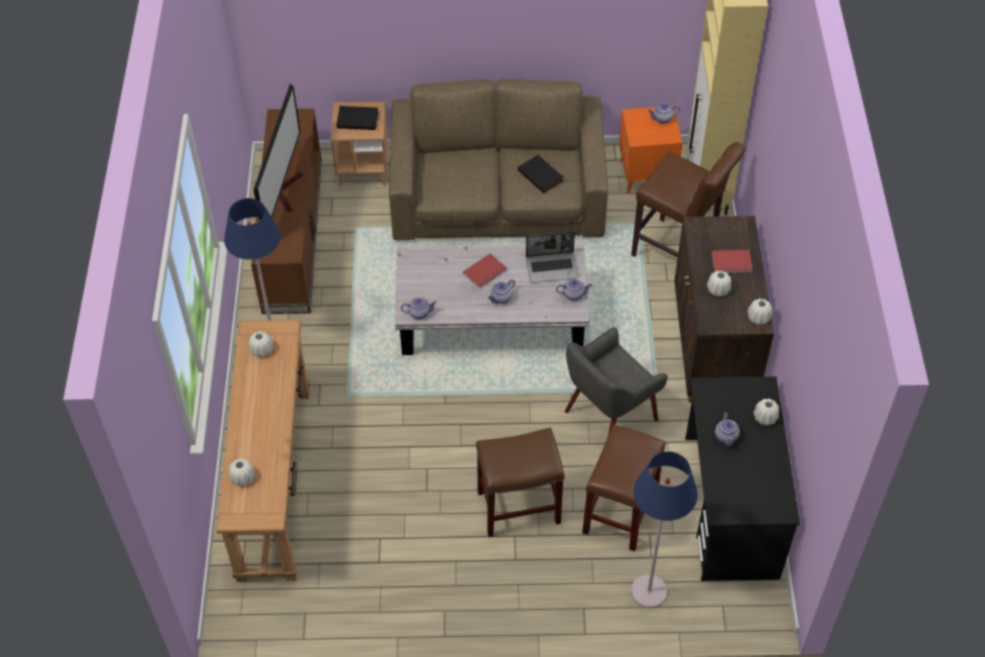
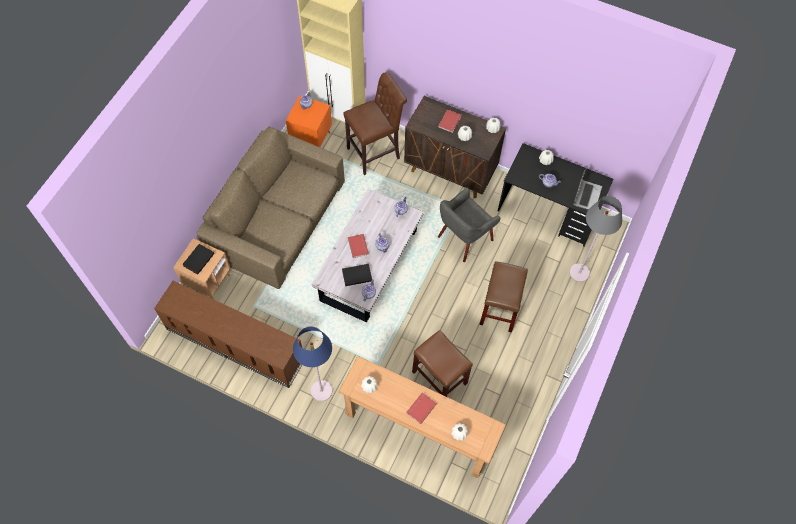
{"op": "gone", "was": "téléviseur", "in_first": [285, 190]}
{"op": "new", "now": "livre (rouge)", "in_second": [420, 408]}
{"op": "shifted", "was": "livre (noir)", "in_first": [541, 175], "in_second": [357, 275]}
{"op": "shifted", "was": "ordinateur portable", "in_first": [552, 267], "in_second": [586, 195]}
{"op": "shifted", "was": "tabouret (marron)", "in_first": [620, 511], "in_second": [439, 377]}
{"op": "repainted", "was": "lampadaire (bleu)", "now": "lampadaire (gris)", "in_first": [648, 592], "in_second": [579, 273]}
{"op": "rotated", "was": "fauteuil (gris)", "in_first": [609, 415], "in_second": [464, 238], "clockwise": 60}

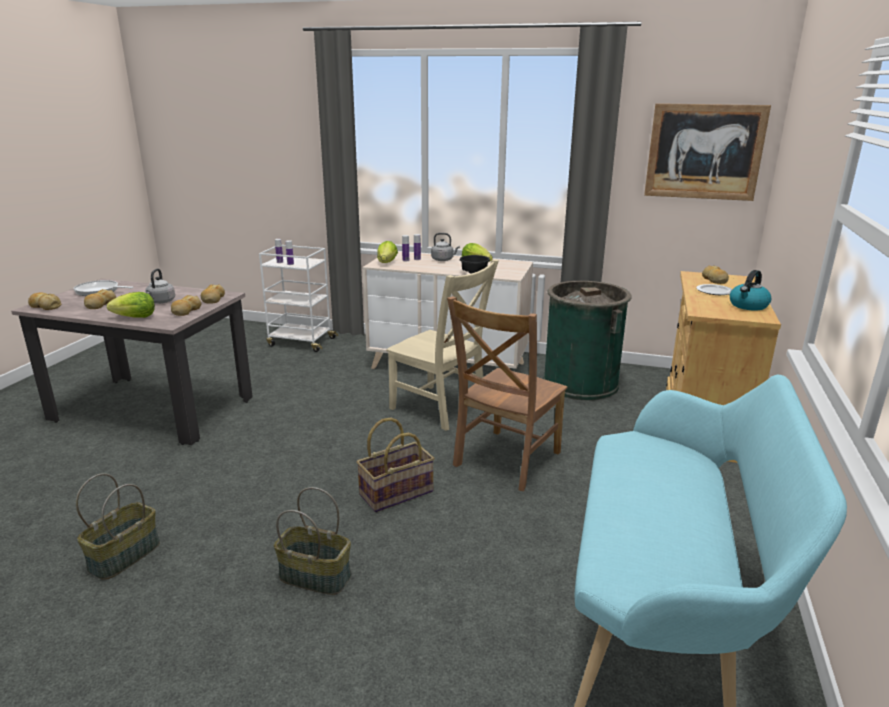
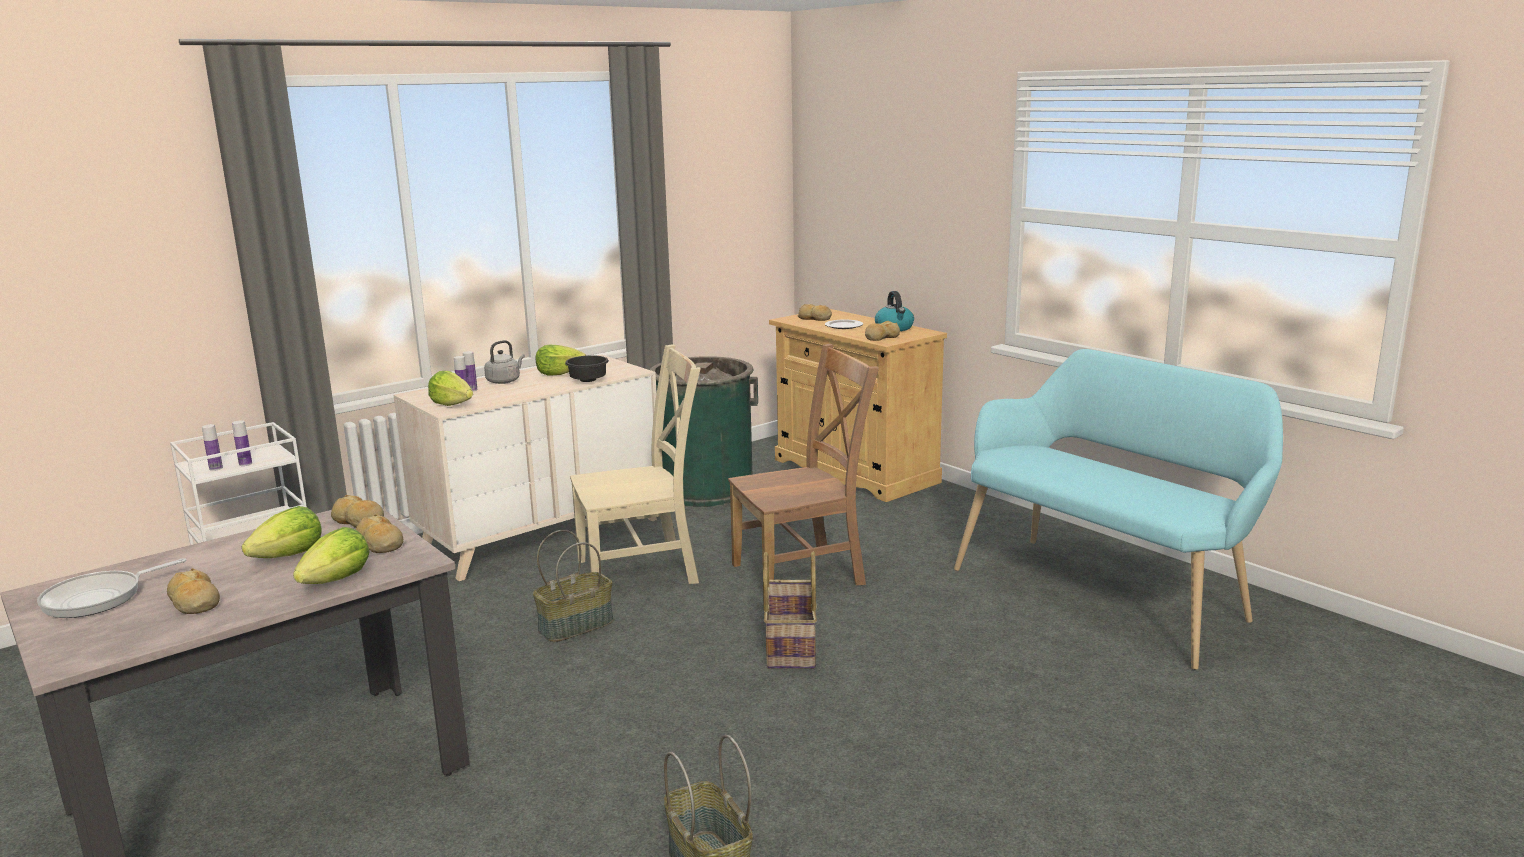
{"op": "gone", "was": "tableau", "in_first": [704, 152]}
{"op": "shifted", "was": "pain", "in_first": [45, 306], "in_second": [881, 337]}
{"op": "shifted", "was": "panier", "in_first": [316, 576], "in_second": [576, 625]}
{"op": "swapped", "was": "bouilloire (gris)", "now": "laitue", "in_first": [161, 302], "in_second": [289, 556]}
{"op": "rotated", "was": "chaise (marron)", "in_first": [505, 461], "in_second": [803, 573], "clockwise": -90}

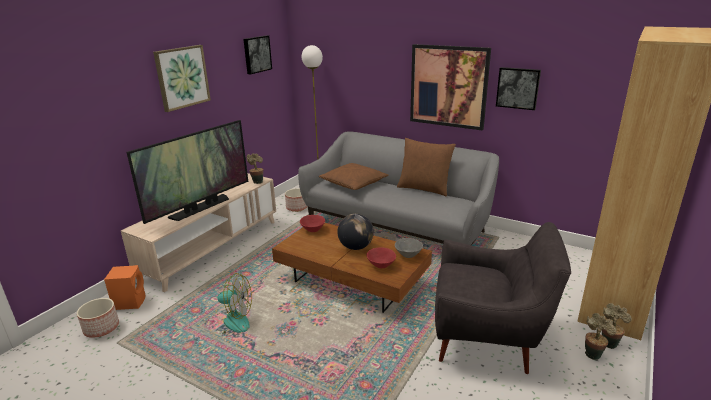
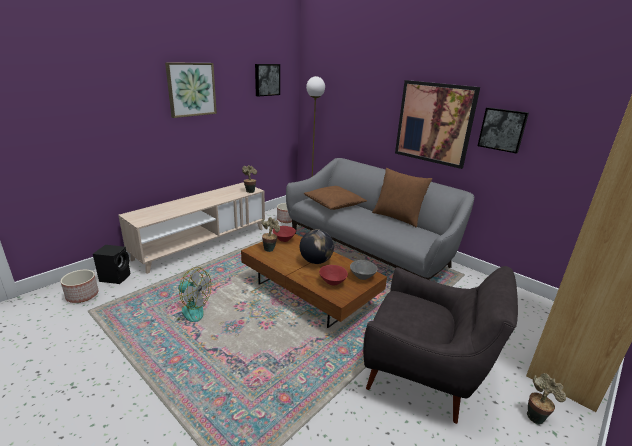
{"op": "gone", "was": "téléviseur", "in_first": [200, 208]}
{"op": "shifted", "was": "plante en pot", "in_first": [609, 342], "in_second": [270, 248]}
{"op": "repainted", "was": "enceinte (orange)", "now": "enceinte (noir)", "in_first": [130, 302], "in_second": [116, 277]}

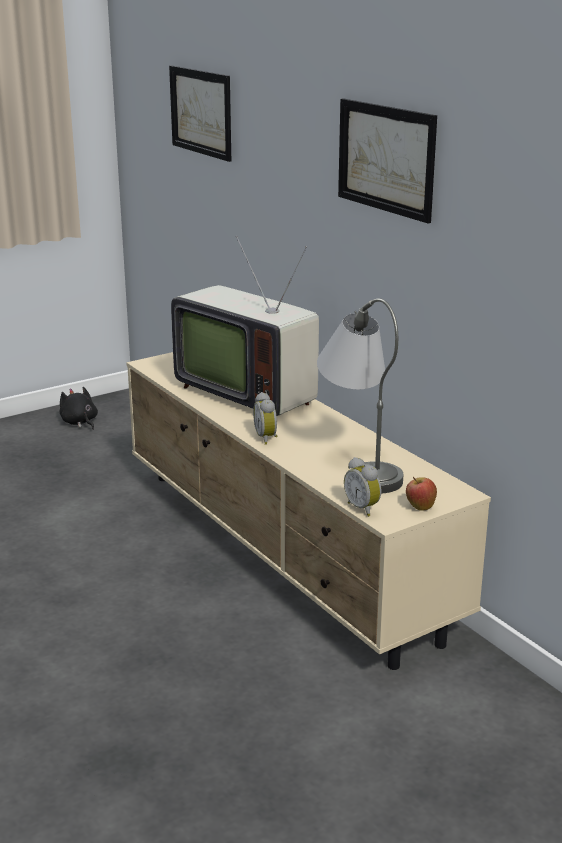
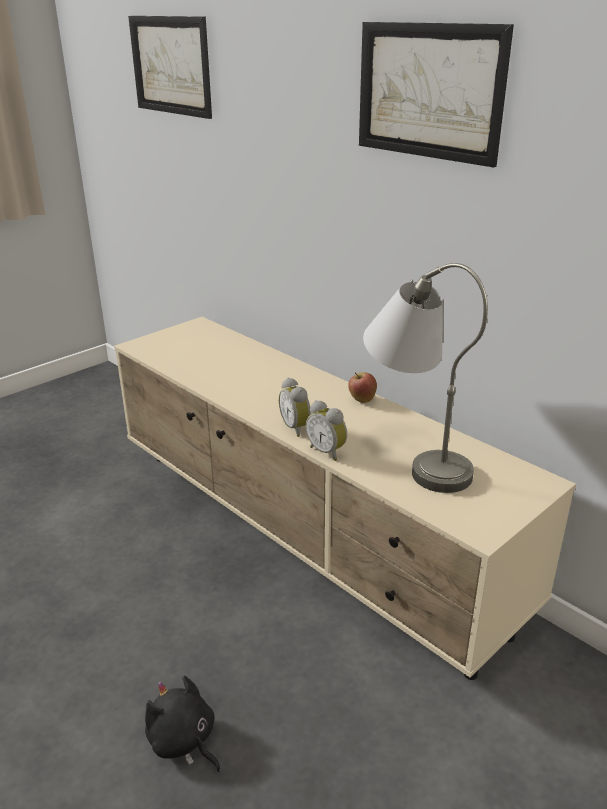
{"op": "gone", "was": "téléviseur", "in_first": [248, 393]}
{"op": "shifted", "was": "peluche (noir)", "in_first": [79, 422], "in_second": [184, 741]}
{"op": "shifted", "was": "réveil", "in_first": [363, 508], "in_second": [327, 451]}
{"op": "shifted", "was": "pomme", "in_first": [420, 507], "in_second": [362, 400]}

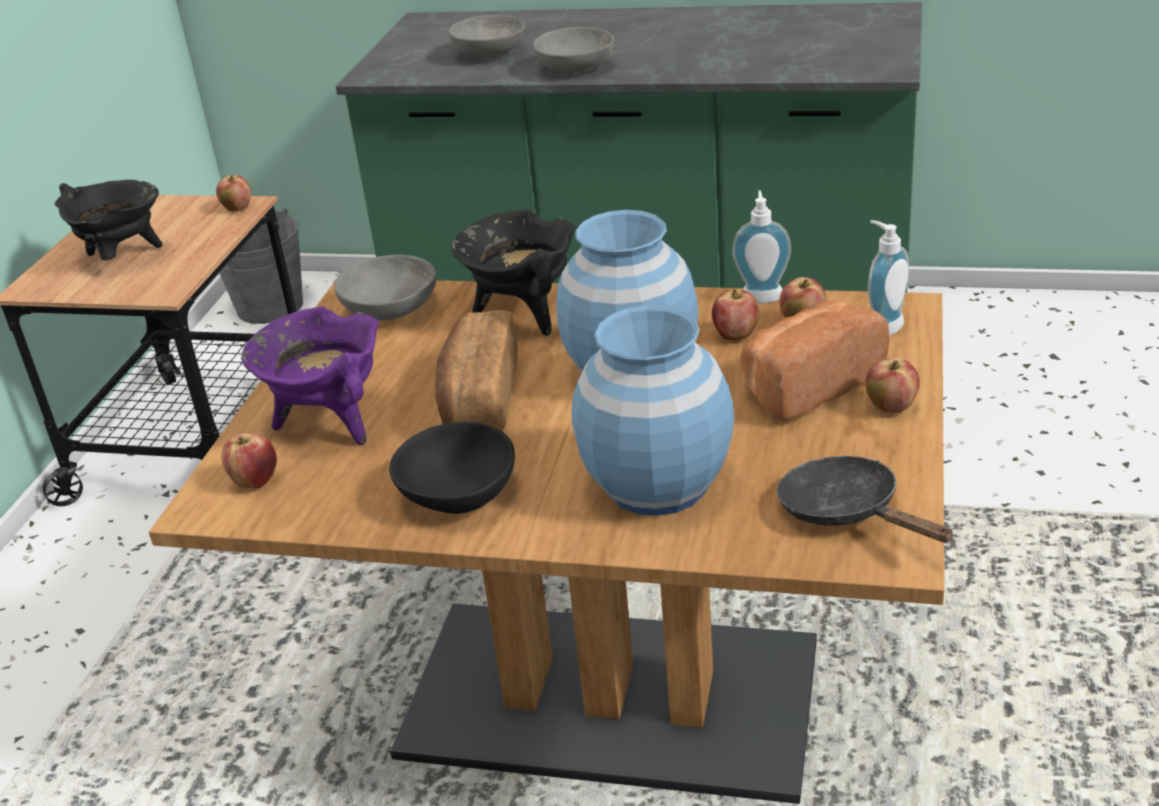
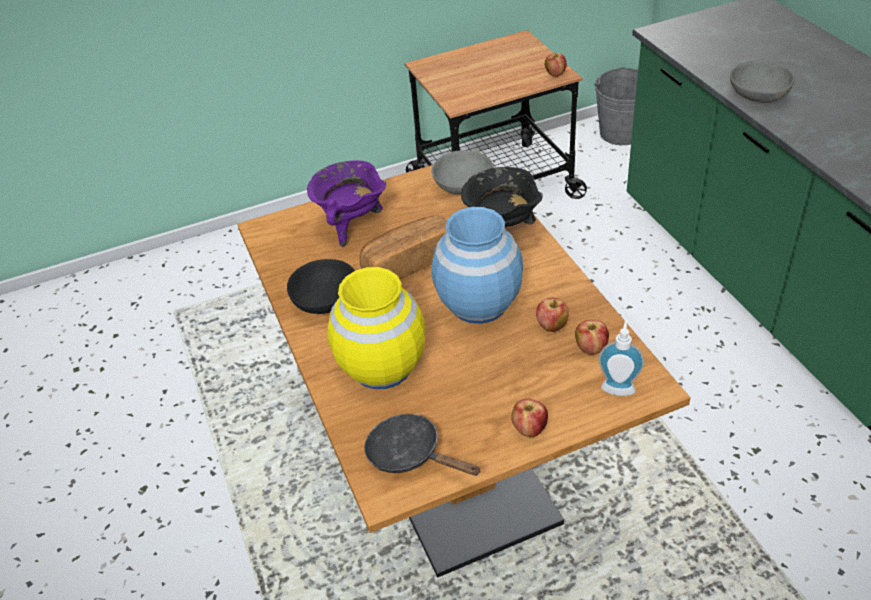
{"op": "gone", "was": "marmite (noir)", "in_first": [123, 259]}
{"op": "gone", "was": "pomme", "in_first": [255, 481]}
{"op": "gone", "was": "bol (gris)", "in_first": [491, 54]}
{"op": "gone", "was": "distributeur de savon", "in_first": [762, 295]}
{"op": "gone", "was": "pain", "in_first": [807, 385]}
{"op": "repainted", "was": "vase (bleu)", "now": "vase (jaune)", "in_first": [656, 484], "in_second": [382, 366]}
{"op": "rotated", "was": "poêle (noir)", "in_first": [847, 512], "in_second": [410, 454], "clockwise": -75}

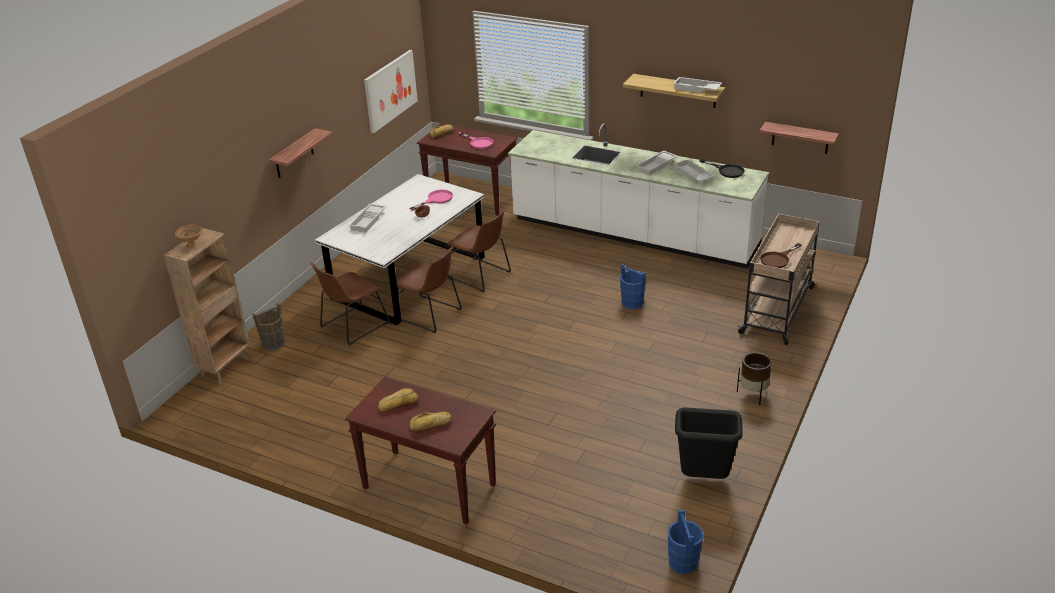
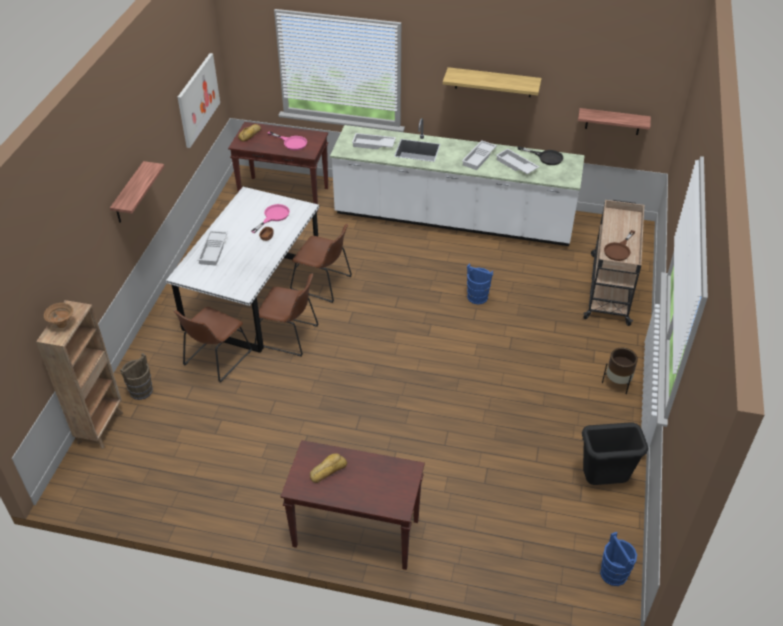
{"op": "gone", "was": "pain", "in_first": [431, 425]}
{"op": "shifted", "was": "plateau (blanc)", "in_first": [696, 89], "in_second": [373, 144]}

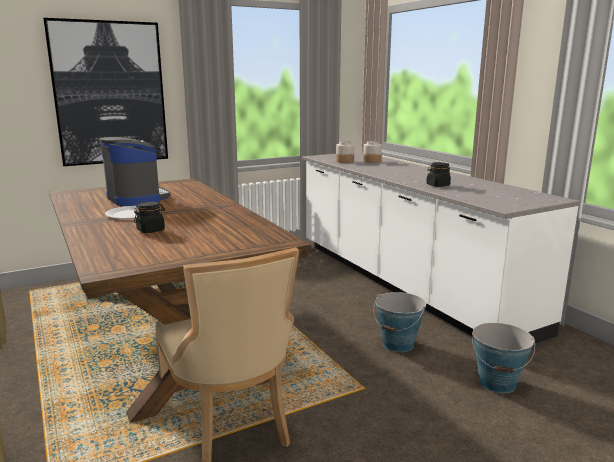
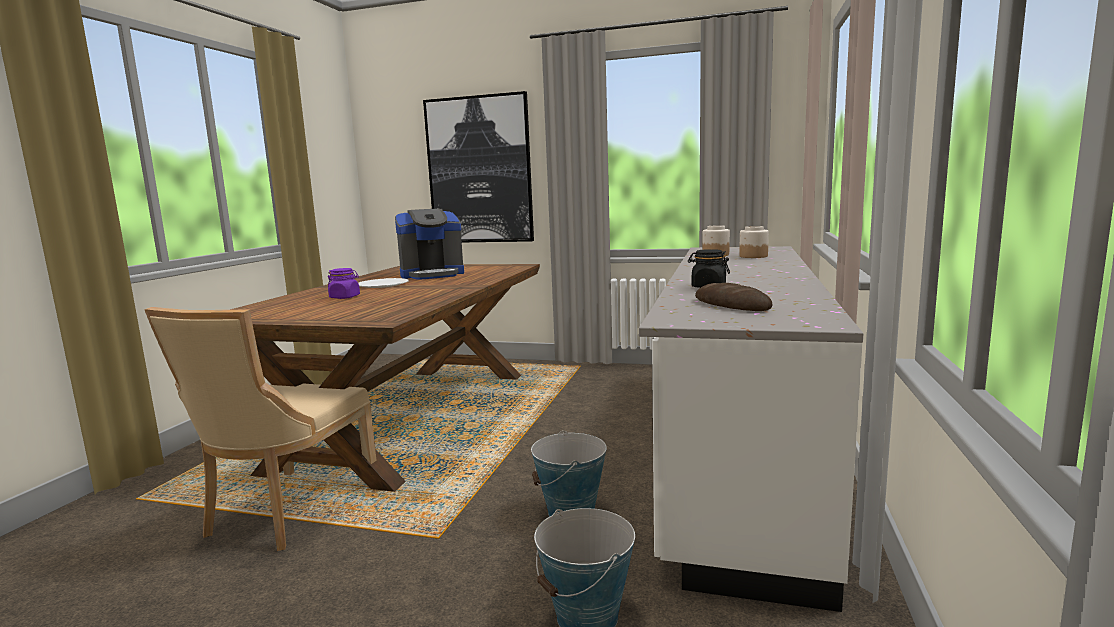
{"op": "new", "now": "pain", "in_second": [731, 305]}
{"op": "repainted", "was": "bocal (noir)", "now": "bocal (violet)", "in_first": [151, 230], "in_second": [345, 297]}
{"op": "rotated", "was": "machine à café", "in_first": [137, 198], "in_second": [432, 274], "clockwise": 60}

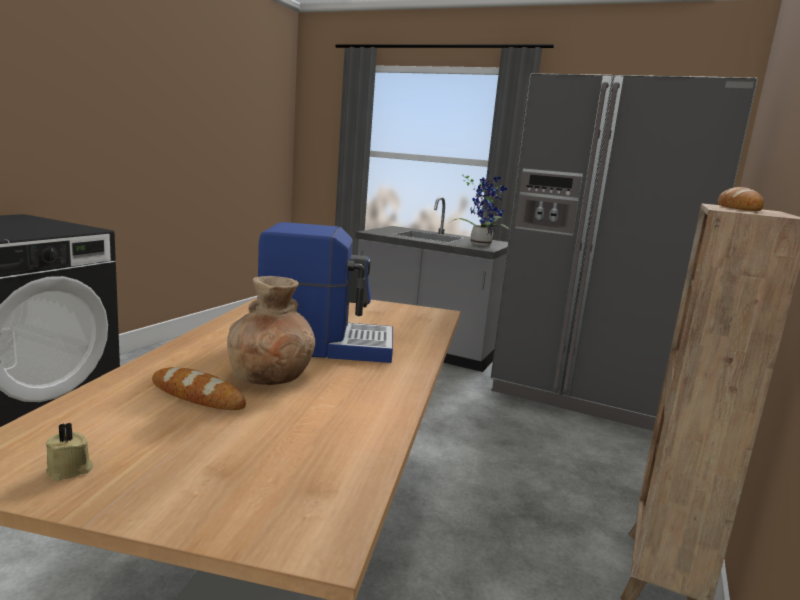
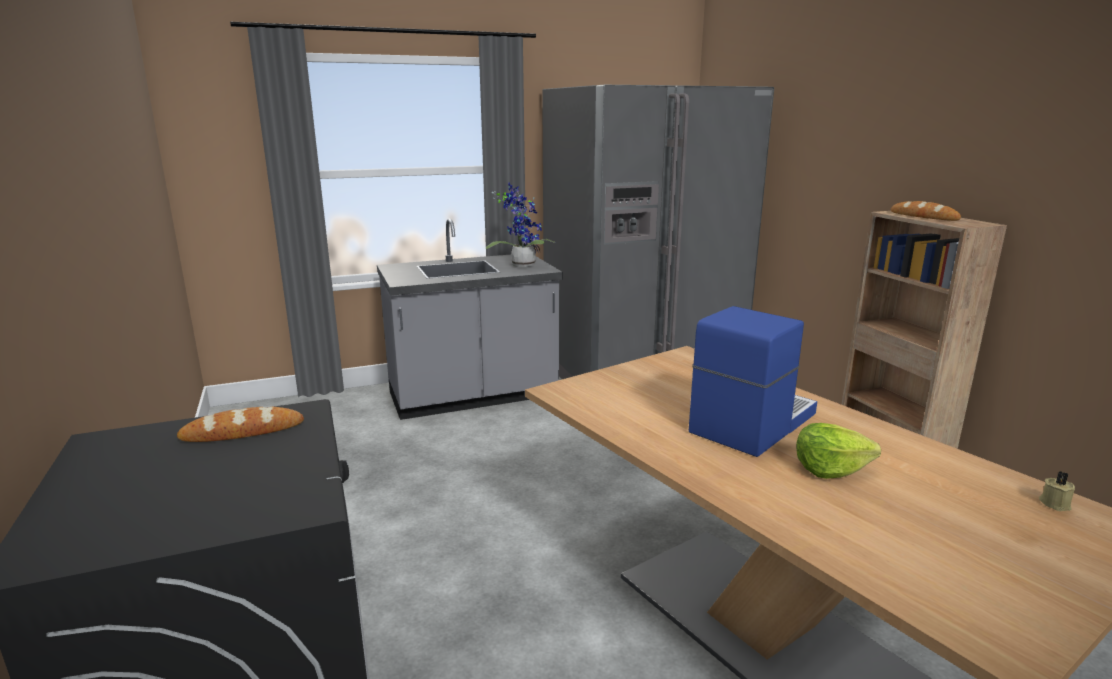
{"op": "shifted", "was": "bougie (beige)", "in_first": [70, 470], "in_second": [1055, 503]}
{"op": "shifted", "was": "pain", "in_first": [197, 395], "in_second": [243, 431]}
{"op": "swapped", "was": "vase (marron)", "now": "laitue", "in_first": [271, 377], "in_second": [830, 469]}

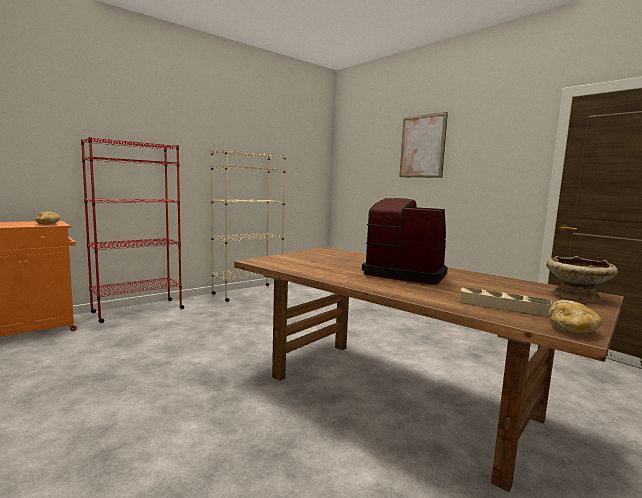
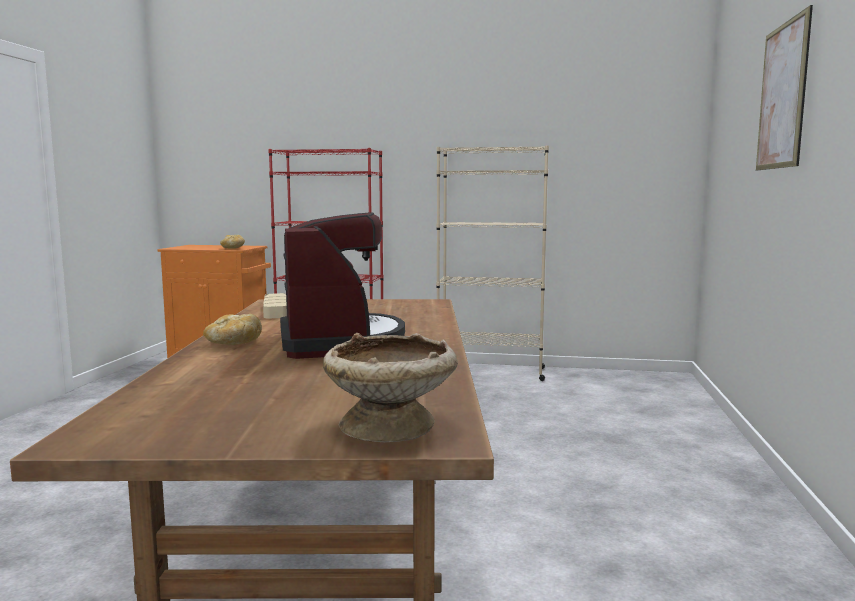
{"op": "shifted", "was": "plateau (beige)", "in_first": [503, 306], "in_second": [276, 310]}
{"op": "shifted", "was": "pain", "in_first": [571, 329], "in_second": [233, 344]}

